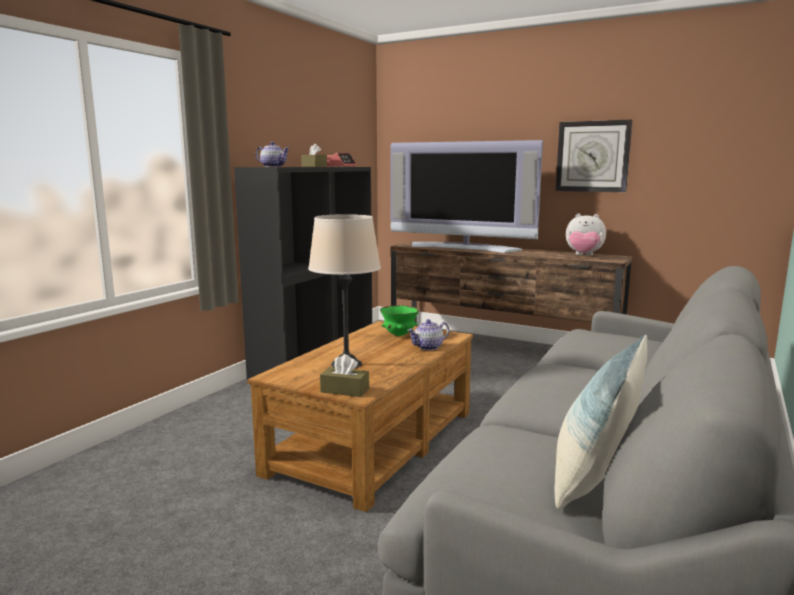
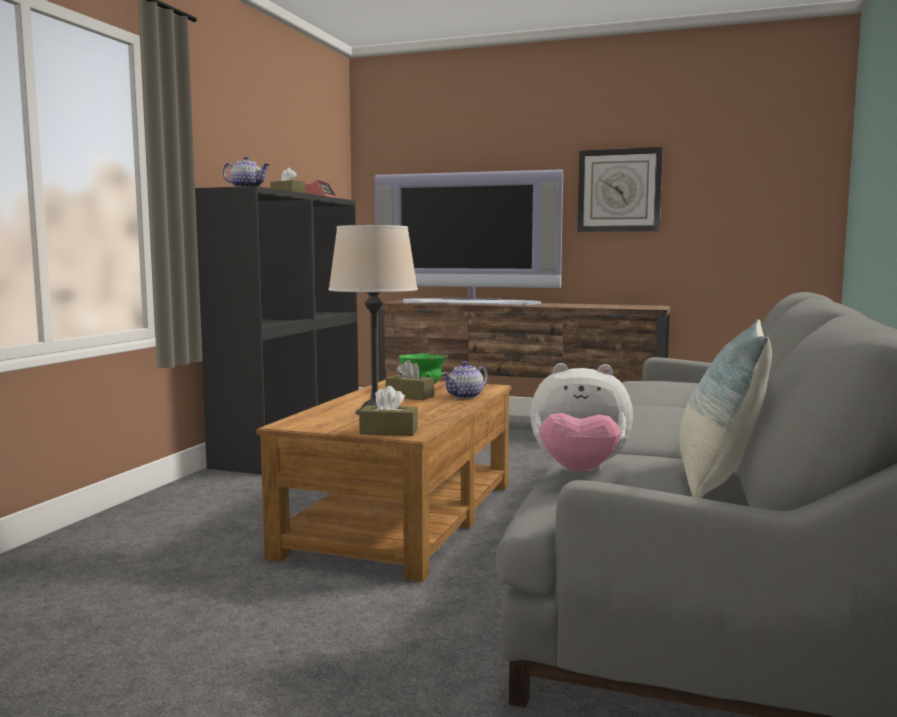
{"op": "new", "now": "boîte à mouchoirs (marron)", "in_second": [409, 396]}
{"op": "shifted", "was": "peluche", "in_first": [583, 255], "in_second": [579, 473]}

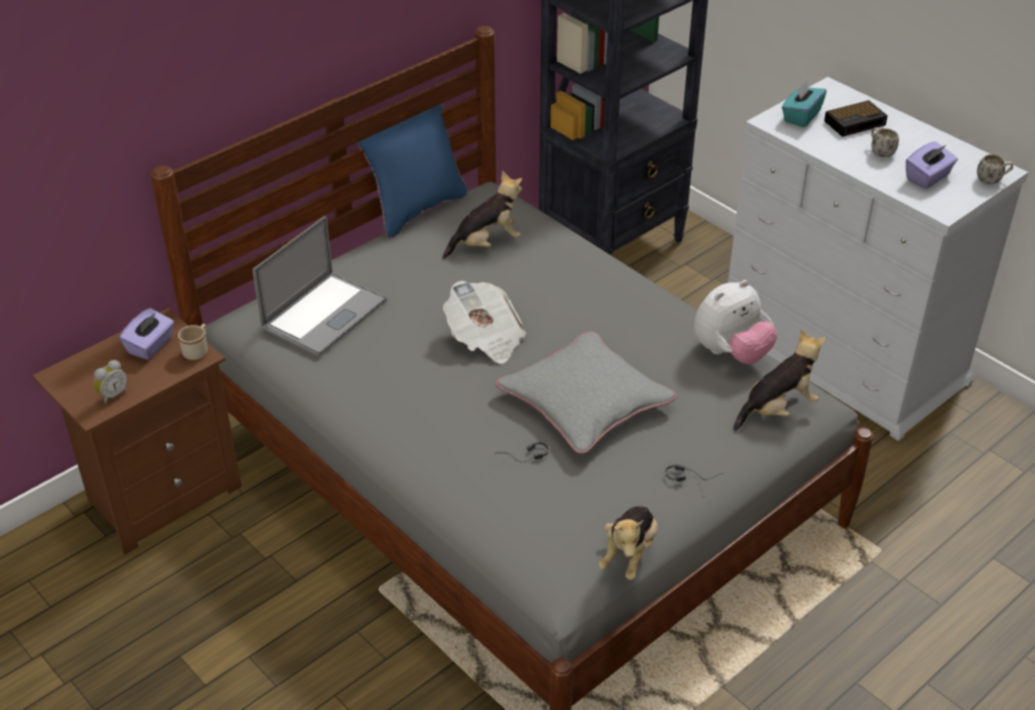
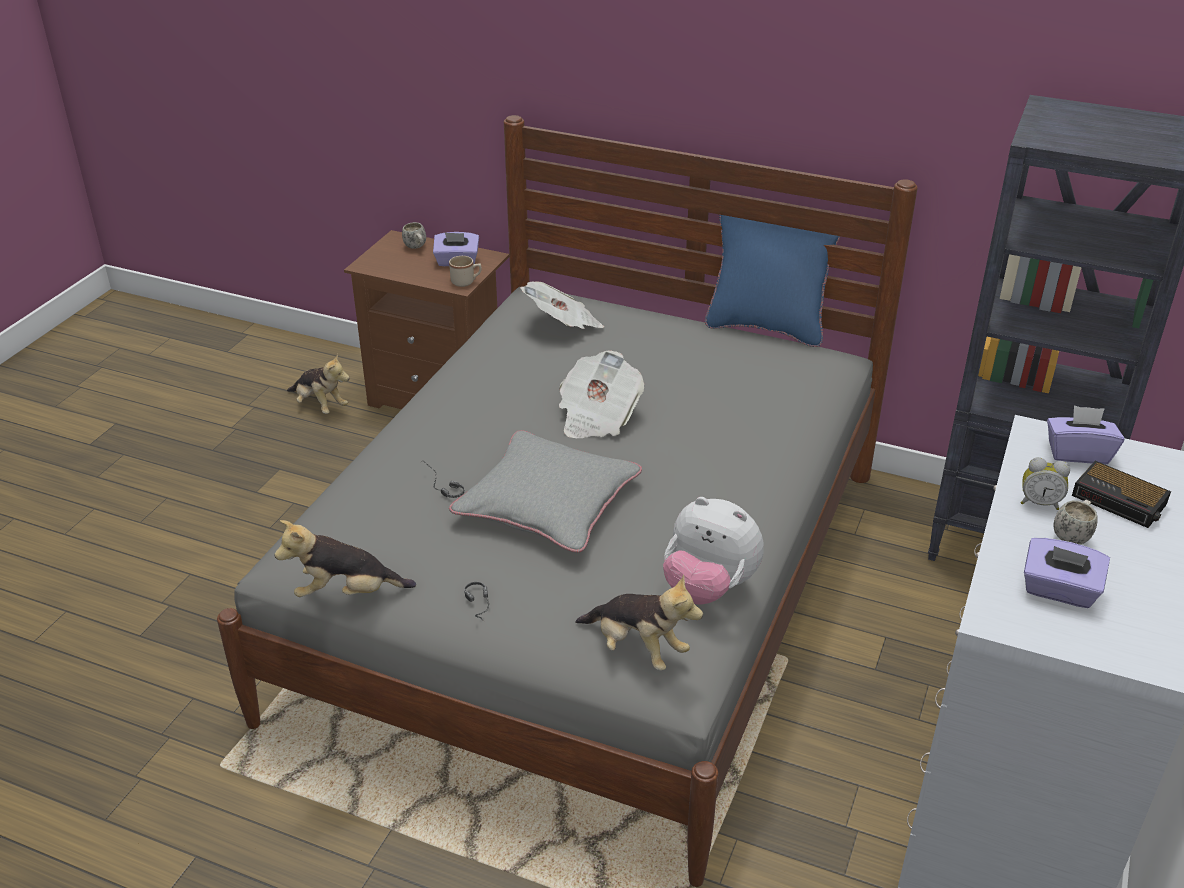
{"op": "shifted", "was": "réveil", "in_first": [112, 395], "in_second": [1039, 502]}
{"op": "shifted", "was": "peluche", "in_first": [486, 243], "in_second": [320, 405]}
{"op": "shifted", "was": "mug (blanc)", "in_first": [992, 180], "in_second": [416, 248]}
{"op": "swapped", "was": "ordinateur portable", "now": "journal", "in_first": [324, 314], "in_second": [563, 325]}
{"op": "repainted", "was": "boîte à mouchoirs (turquoise)", "now": "boîte à mouchoirs (violet)", "in_first": [801, 116], "in_second": [1078, 453]}

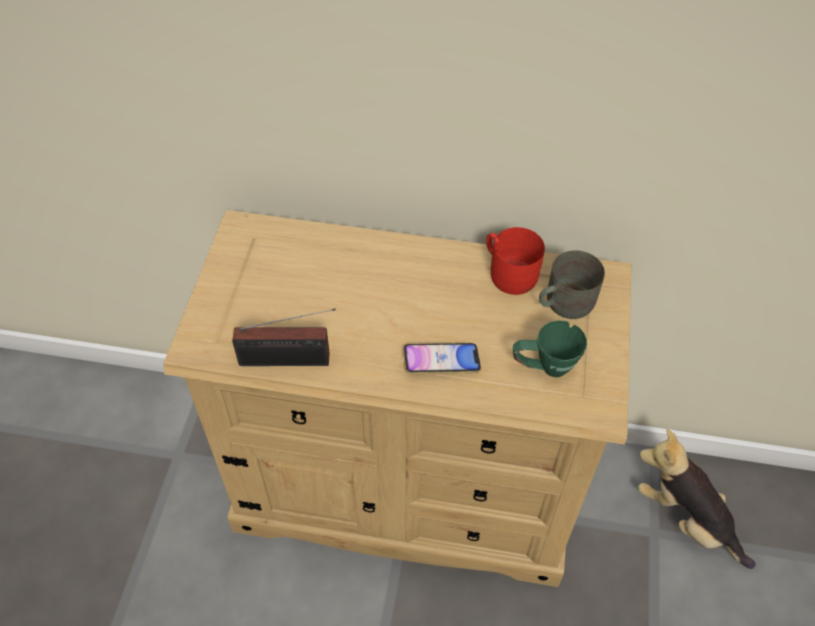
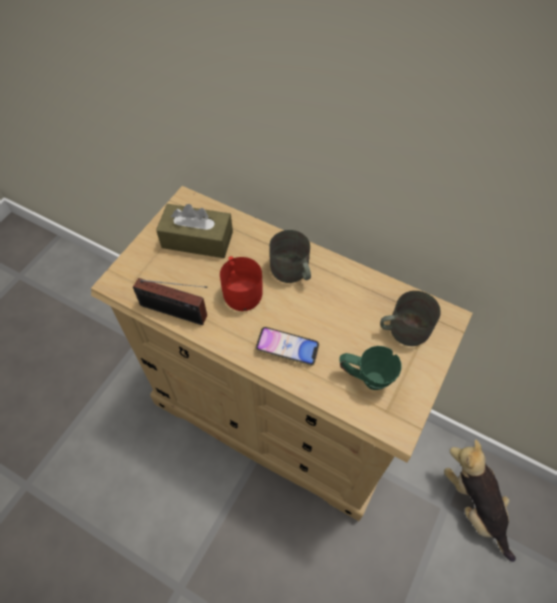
{"op": "new", "now": "boîte à mouchoirs (marron)", "in_second": [197, 240]}
{"op": "new", "now": "mug (gris)", "in_second": [292, 272]}
{"op": "shifted", "was": "mug (rouge)", "in_first": [509, 272], "in_second": [241, 290]}

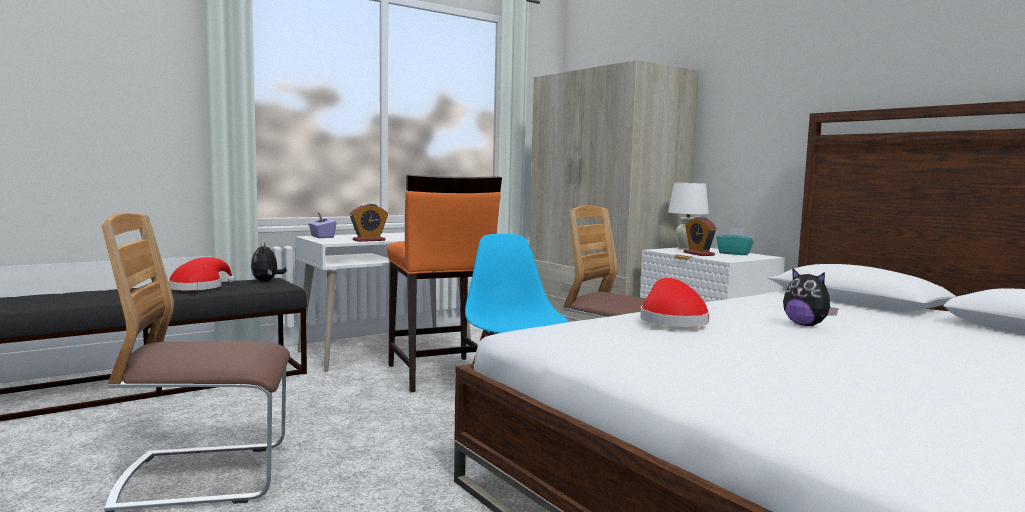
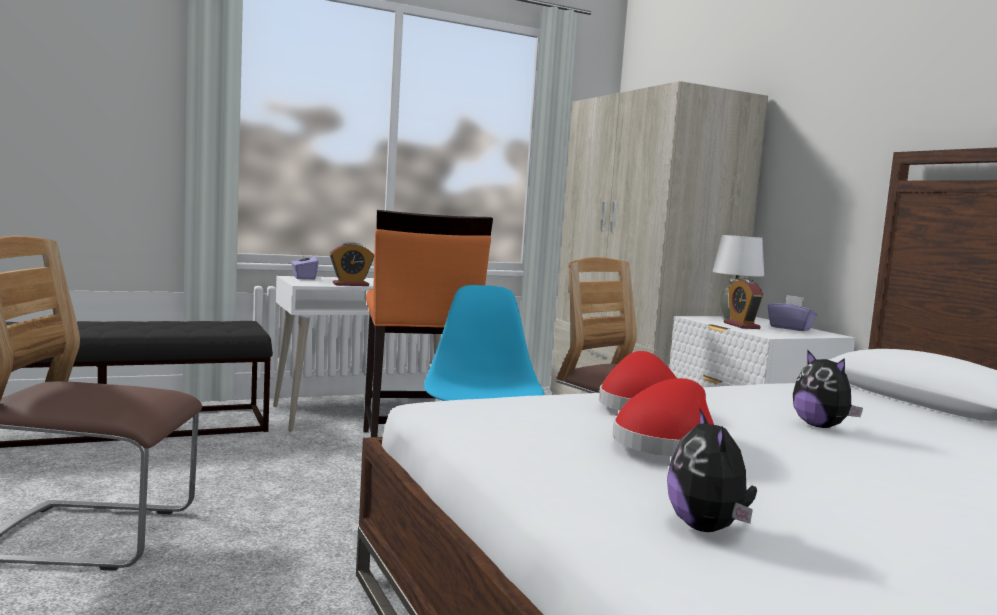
{"op": "shifted", "was": "chapeau (rouge)", "in_first": [199, 287], "in_second": [666, 442]}
{"op": "shifted", "was": "peluche", "in_first": [266, 281], "in_second": [707, 528]}
{"op": "repainted", "was": "boîte à mouchoirs (turquoise)", "now": "boîte à mouchoirs (violet)", "in_first": [734, 253], "in_second": [790, 328]}

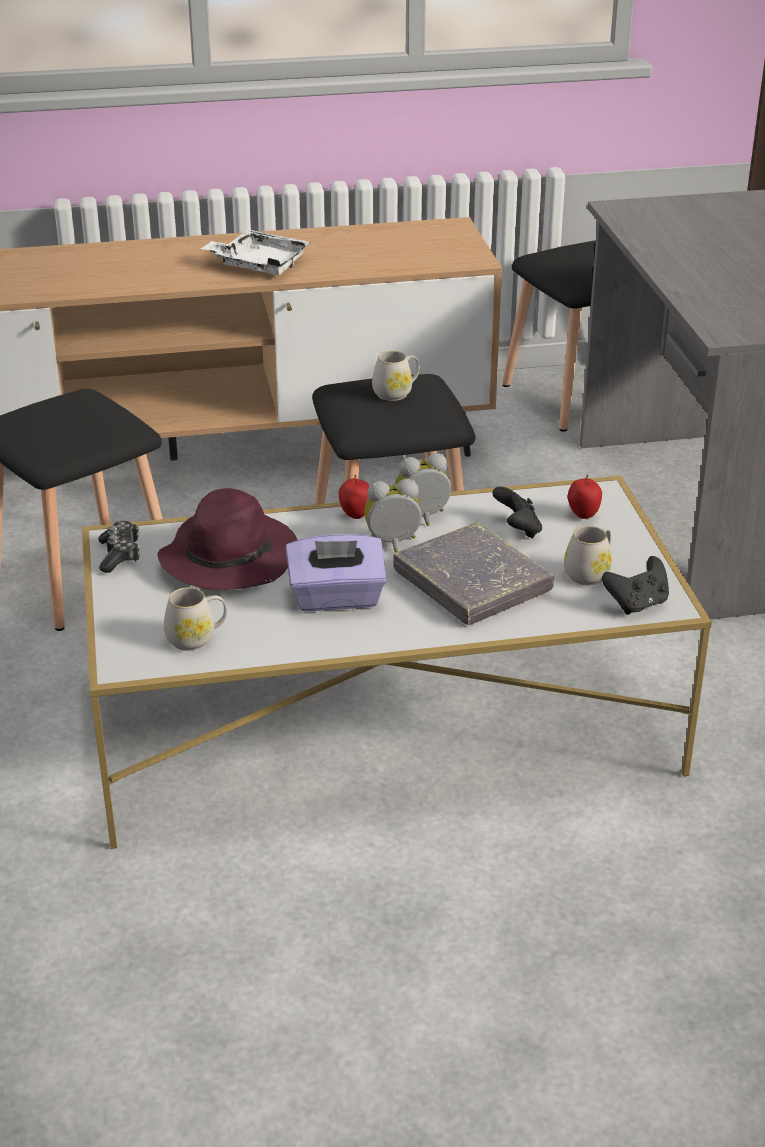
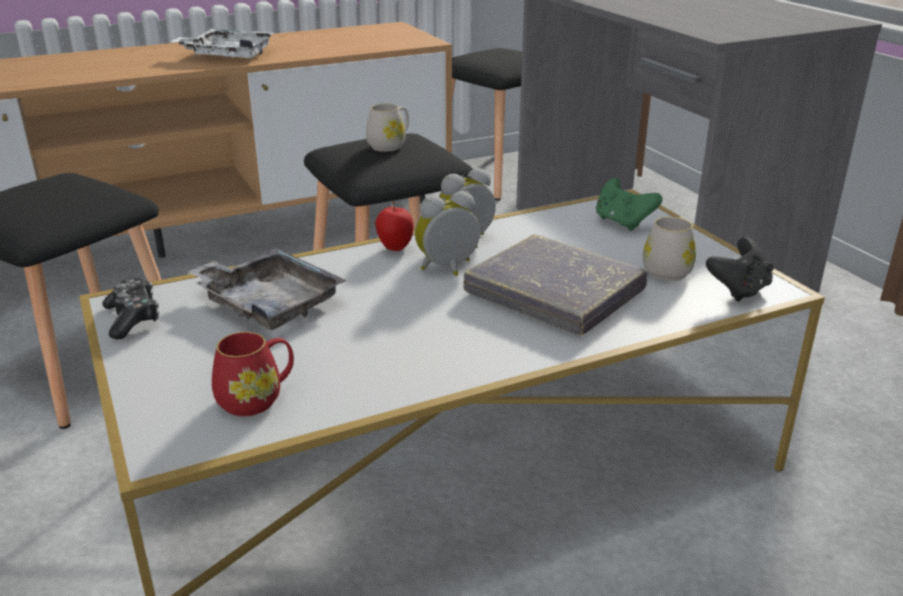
{"op": "gone", "was": "boîte à mouchoirs (violet)", "in_first": [336, 598]}
{"op": "gone", "was": "manette (noir)", "in_first": [518, 530]}
{"op": "swapped", "was": "chapeau (violet)", "now": "plateau (gris)", "in_first": [229, 557], "in_second": [268, 303]}
{"op": "swapped", "was": "pomme", "now": "manette (vert)", "in_first": [583, 515], "in_second": [622, 222]}
{"op": "repainted", "was": "mug (blanc)", "now": "mug (rouge)", "in_first": [197, 638], "in_second": [257, 398]}

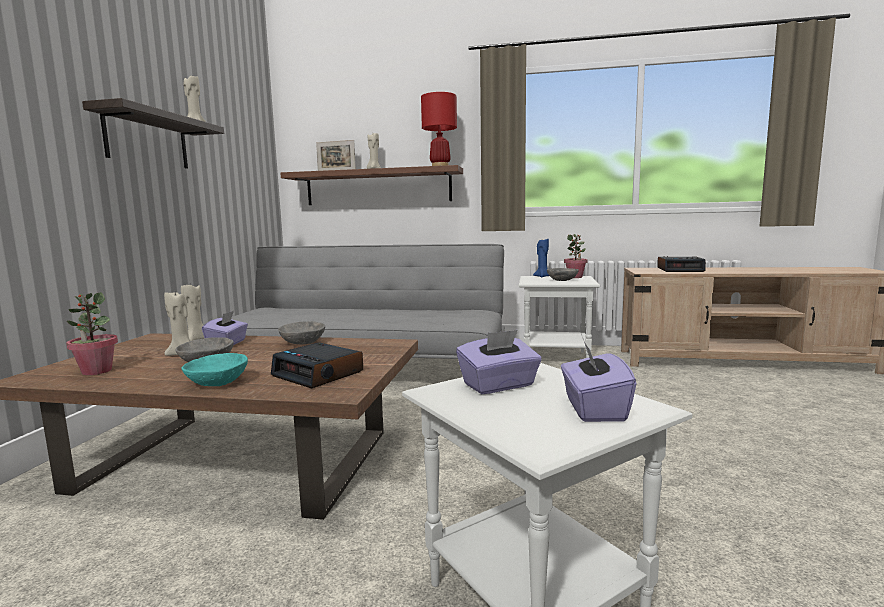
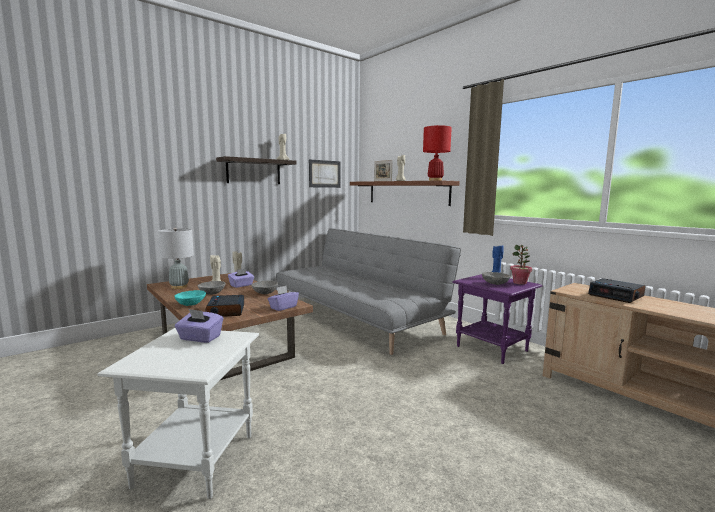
{"op": "new", "now": "tableau", "in_second": [324, 174]}
{"op": "shifted", "was": "boîte à mouchoirs (violet)", "in_first": [593, 409], "in_second": [283, 307]}
{"op": "swapped", "was": "plante en pot", "now": "lampe de table (gris)", "in_first": [96, 371], "in_second": [179, 287]}
{"op": "repainted", "was": "table d'appoint (blanc)", "now": "table d'appoint (violet)", "in_first": [556, 358], "in_second": [492, 349]}

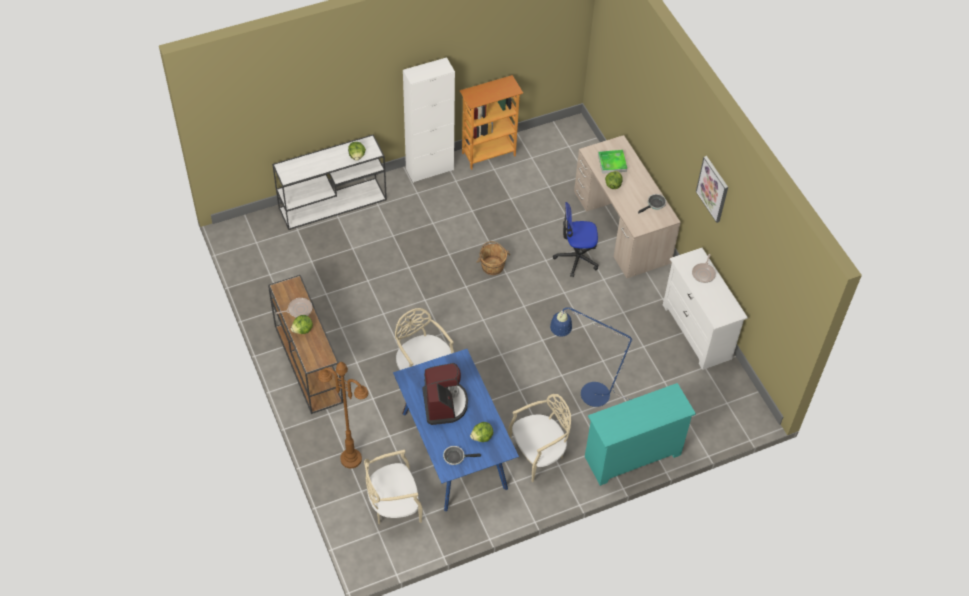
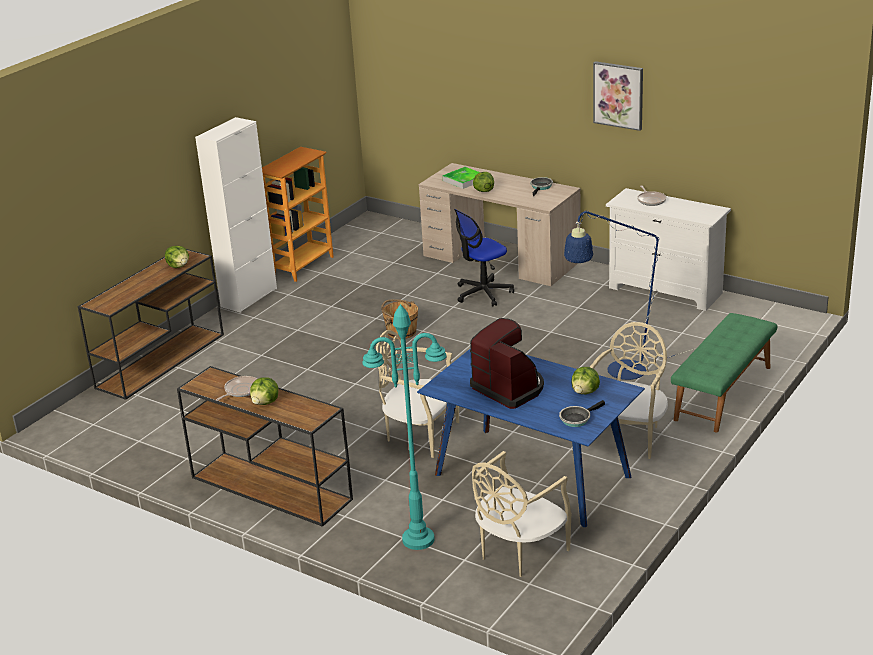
{"op": "swapped", "was": "commode (turquoise)", "now": "banc (vert)", "in_first": [632, 456], "in_second": [724, 393]}
{"op": "repainted", "was": "table console (blanc)", "now": "table console (marron)", "in_first": [333, 203], "in_second": [161, 360]}
{"op": "repainted", "was": "lampadaire (marron)", "now": "lampadaire (turquoise)", "in_first": [350, 459], "in_second": [418, 540]}

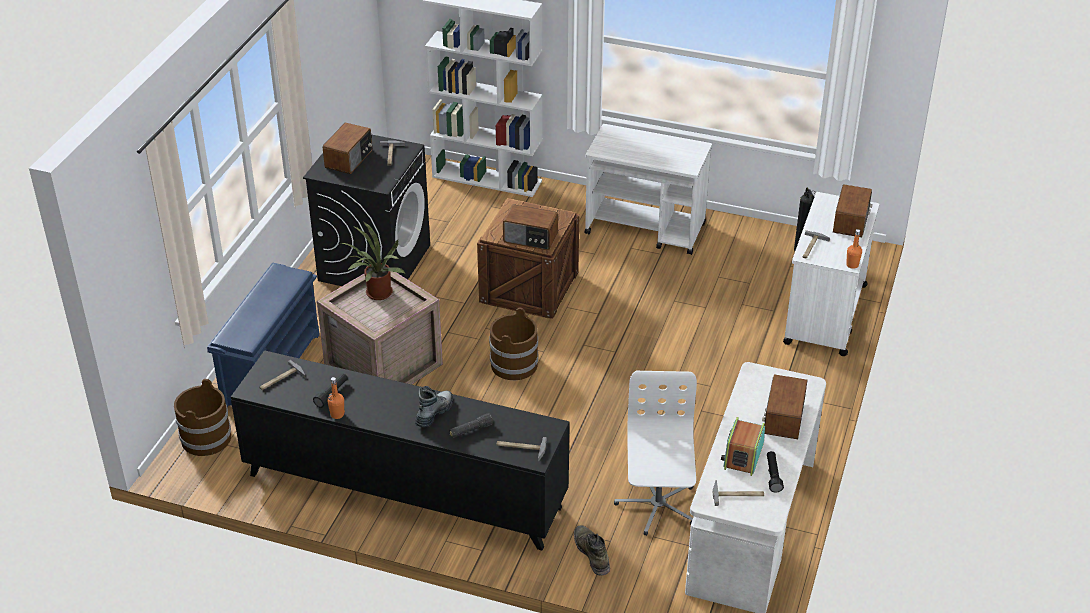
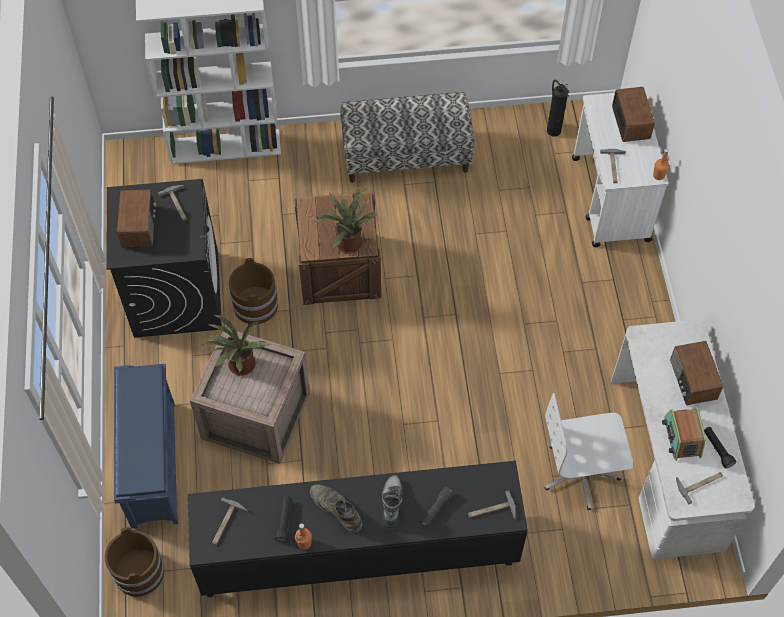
{"op": "shifted", "was": "seau (marron)", "in_first": [514, 365], "in_second": [255, 305]}
{"op": "shifted", "was": "botte (vert)", "in_first": [591, 553], "in_second": [336, 509]}
{"op": "swapped", "was": "radio", "now": "plante en pot", "in_first": [530, 238], "in_second": [347, 242]}
{"op": "swapped", "was": "chariot (blanc)", "now": "banc", "in_first": [646, 229], "in_second": [406, 156]}
{"op": "rotated", "was": "chaise de bureau (blanc)", "in_first": [657, 505], "in_second": [580, 473], "clockwise": -75}

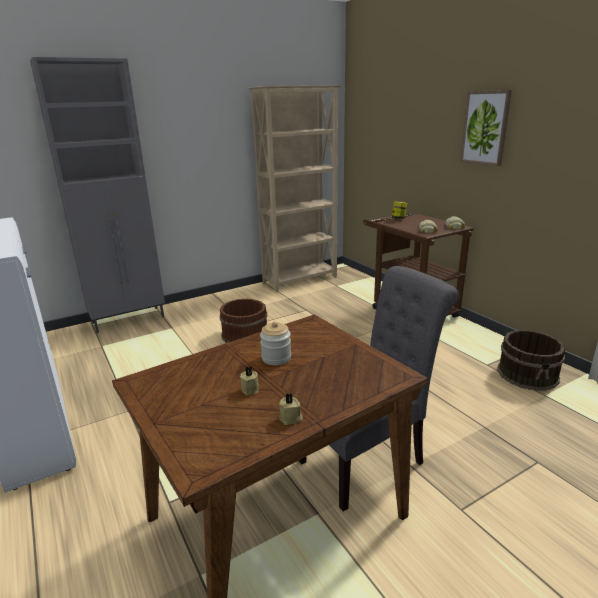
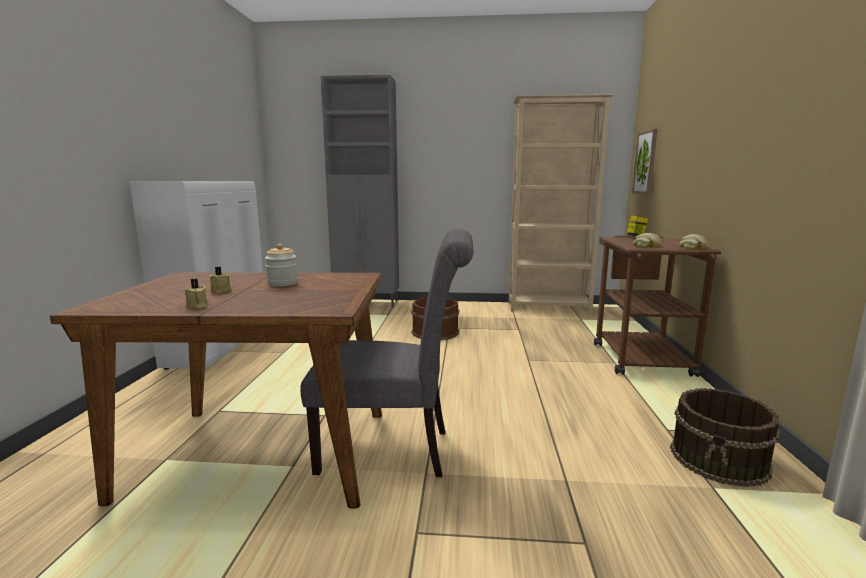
{"op": "shifted", "was": "tableau", "in_first": [485, 128], "in_second": [646, 162]}

